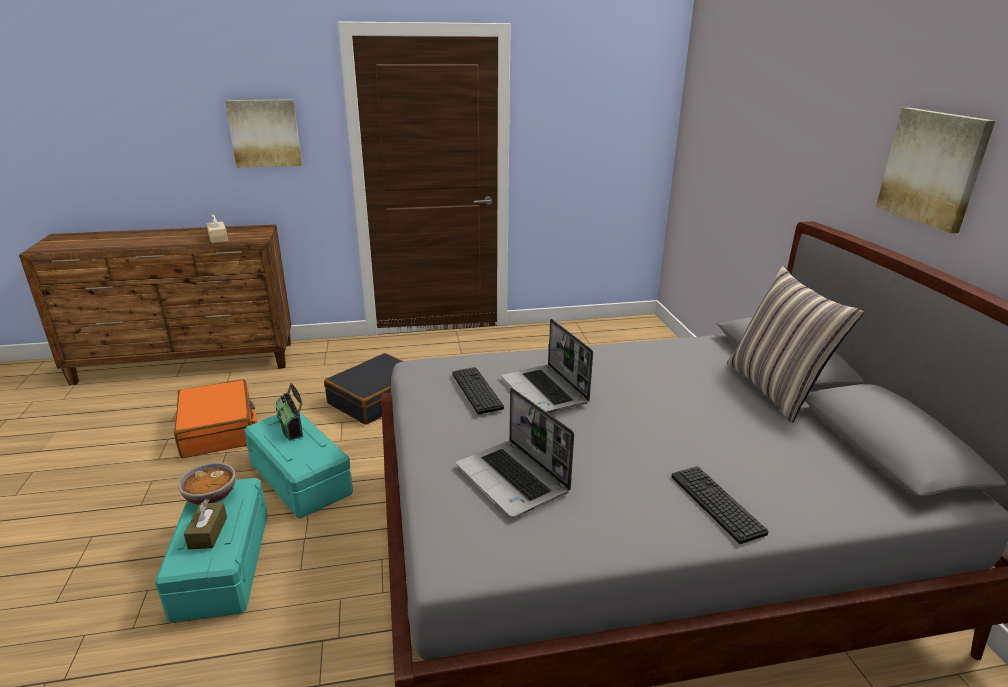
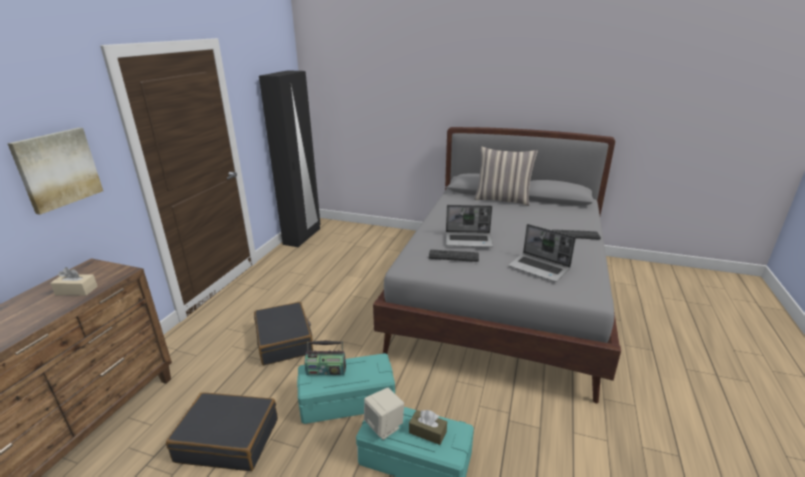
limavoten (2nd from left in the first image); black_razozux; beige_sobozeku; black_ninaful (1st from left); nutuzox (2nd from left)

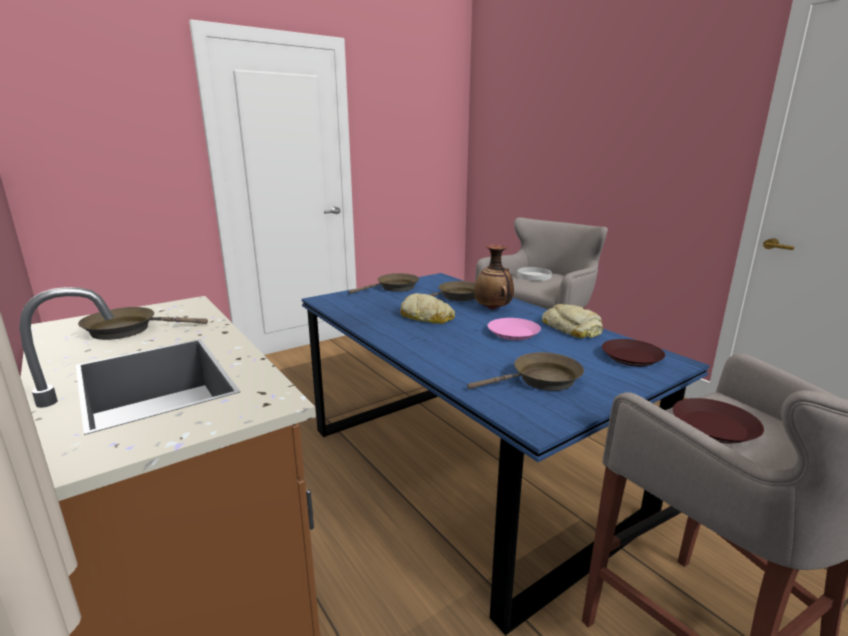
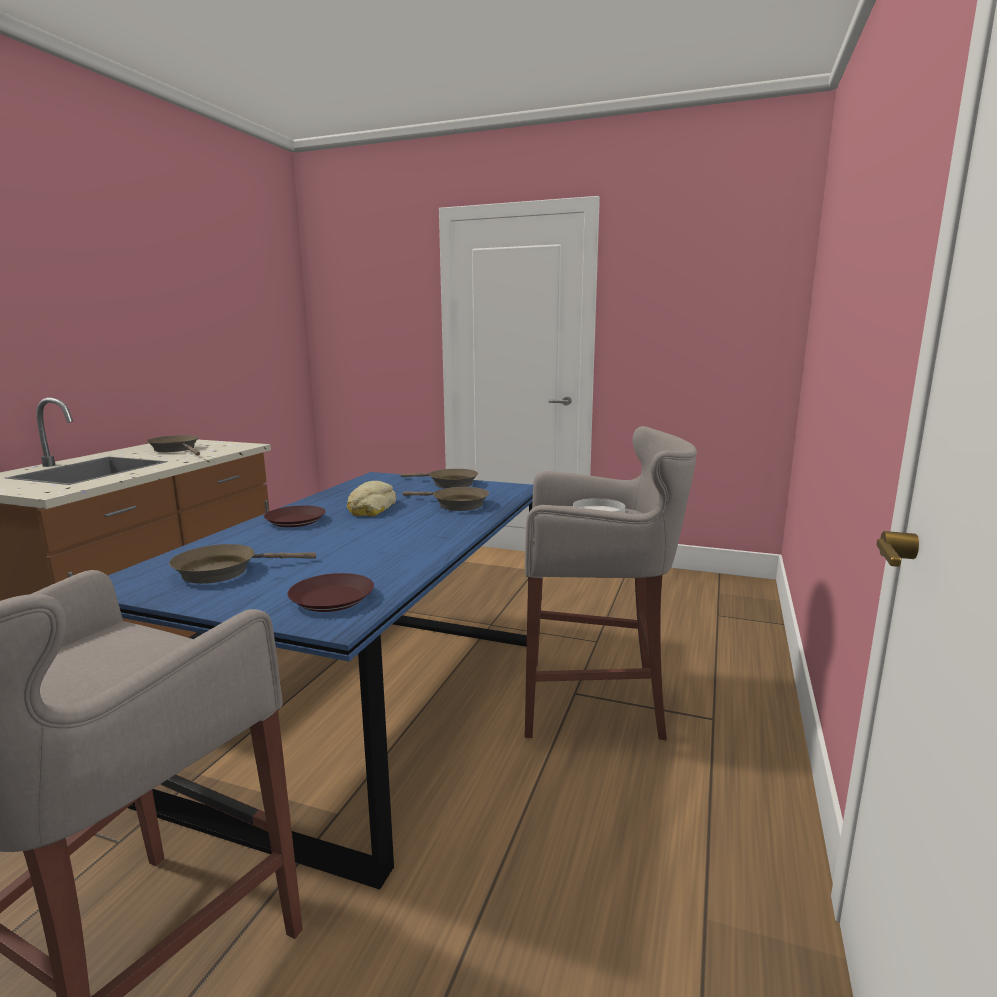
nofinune; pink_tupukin; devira (2nd from left in the first image); brown_tupukin (1st from left); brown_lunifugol (2nd from left)

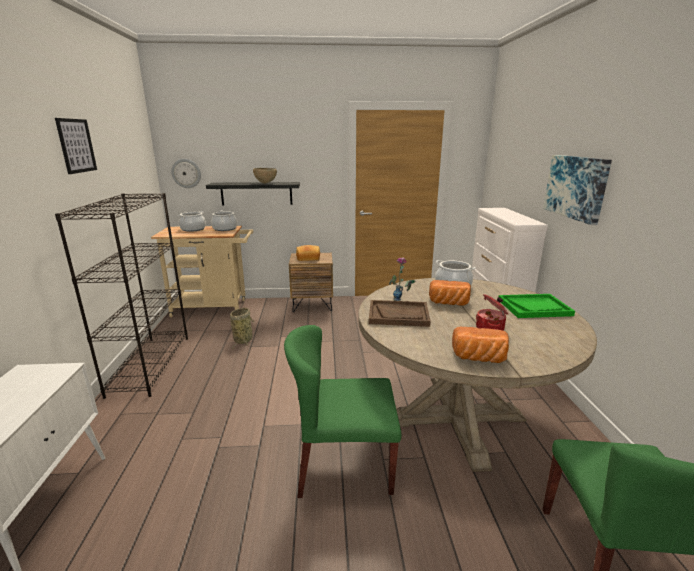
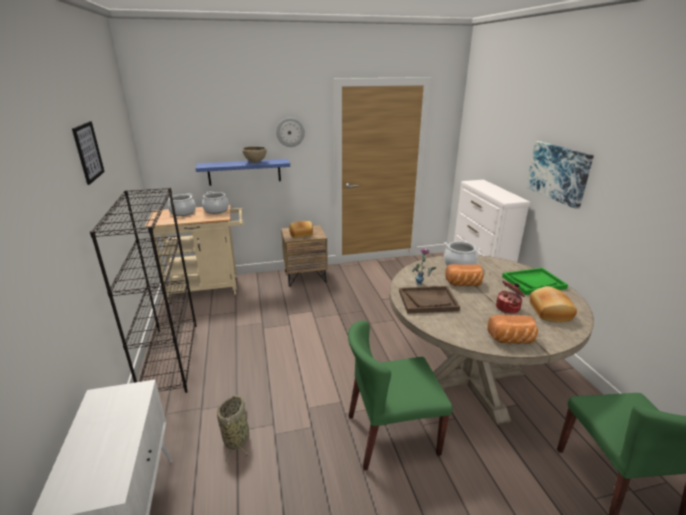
devira (4th from left); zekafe; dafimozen; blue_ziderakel

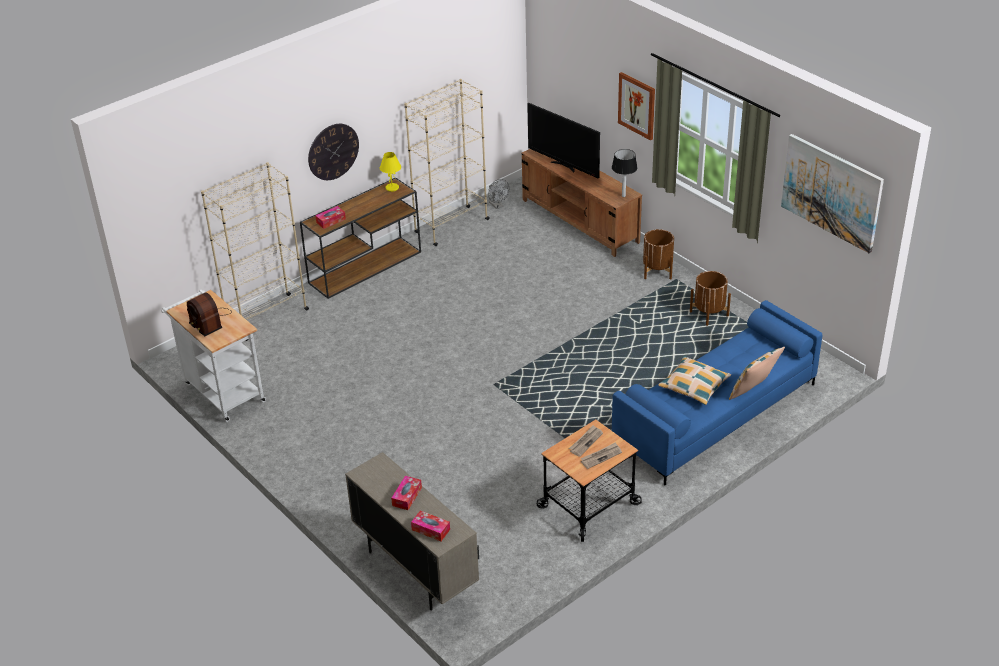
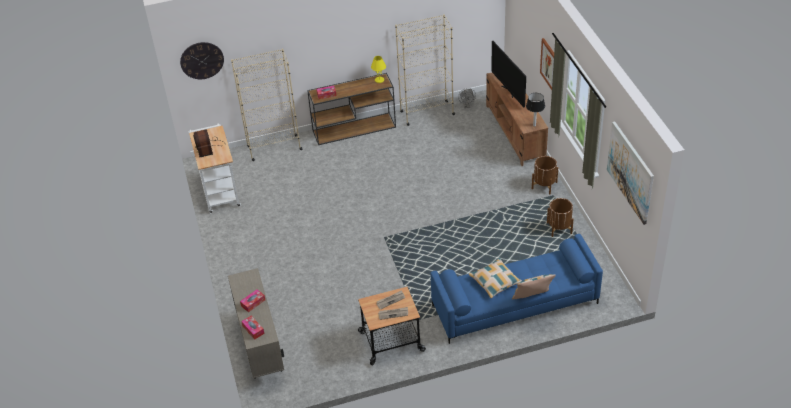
zekafe

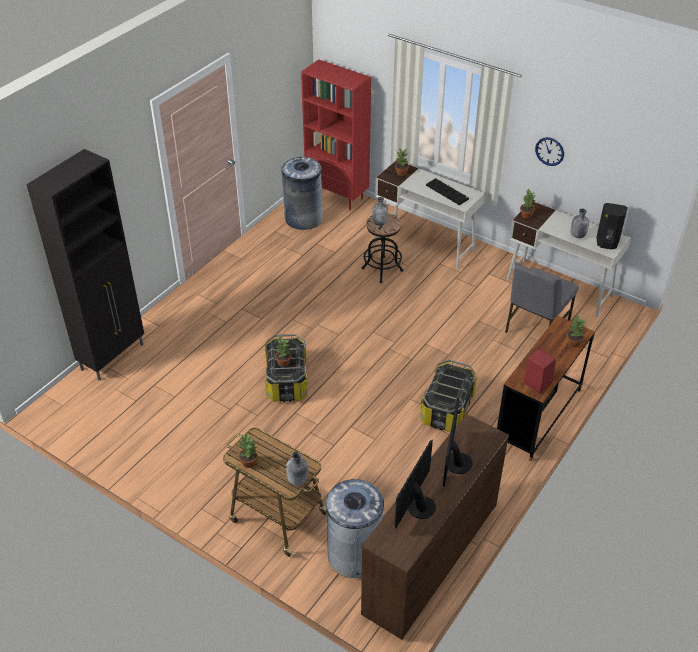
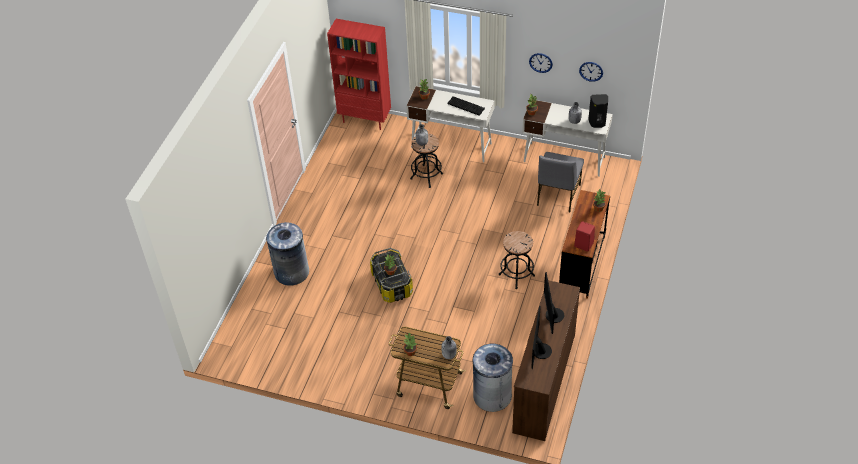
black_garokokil; zekafe (2nd from left); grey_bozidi (1st from left); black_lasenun (2nd from left)

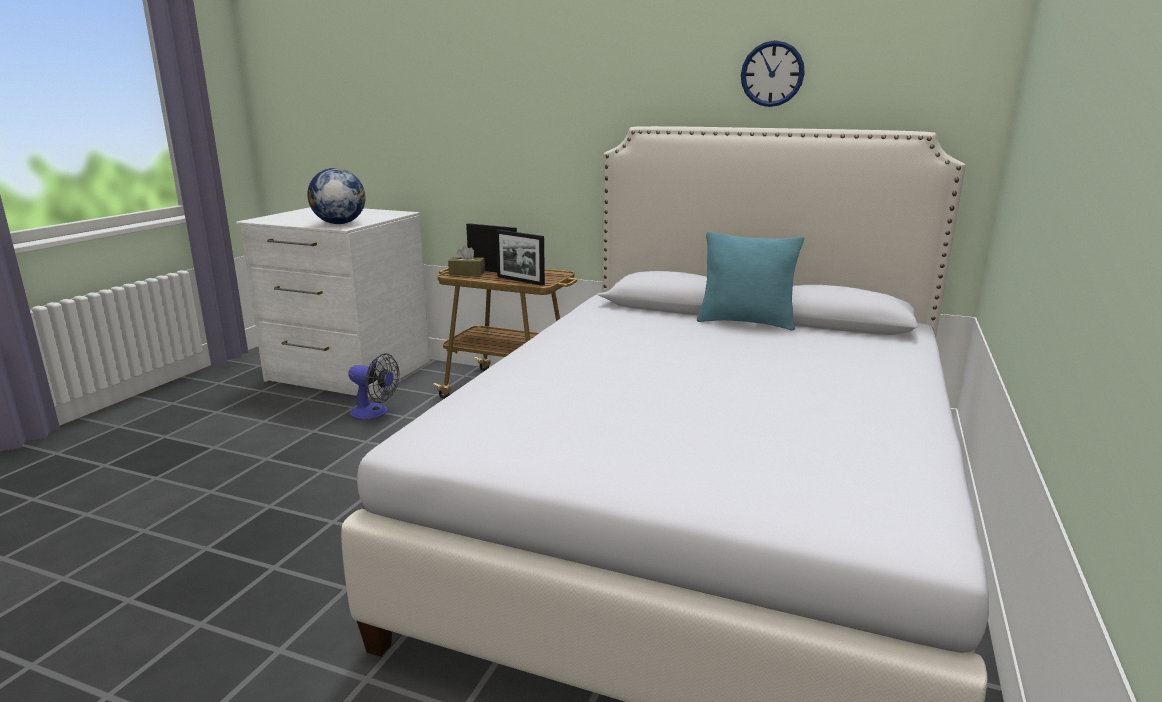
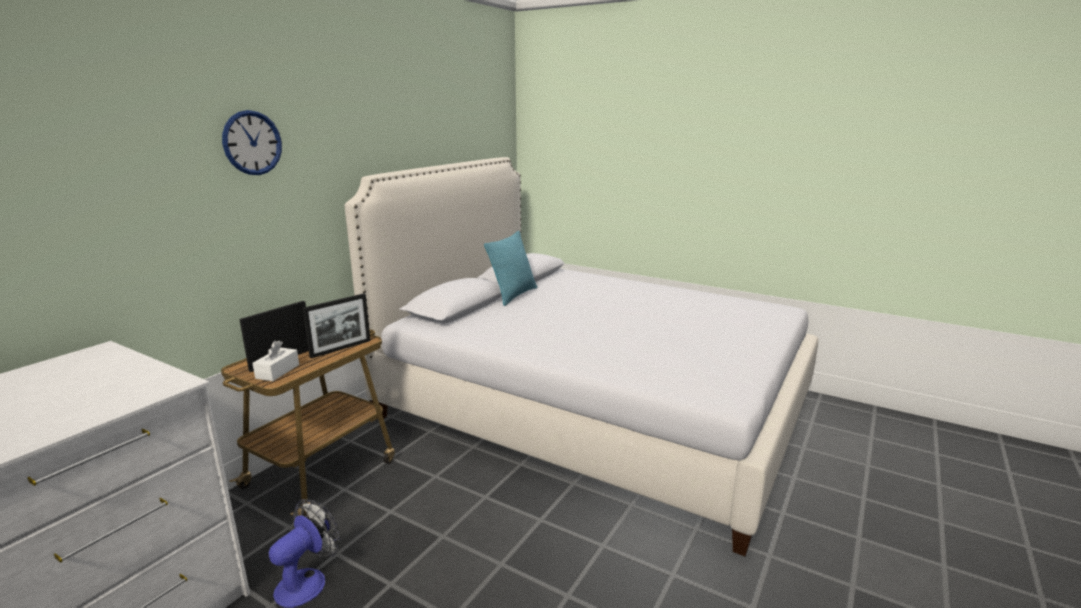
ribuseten; zekafe; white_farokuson

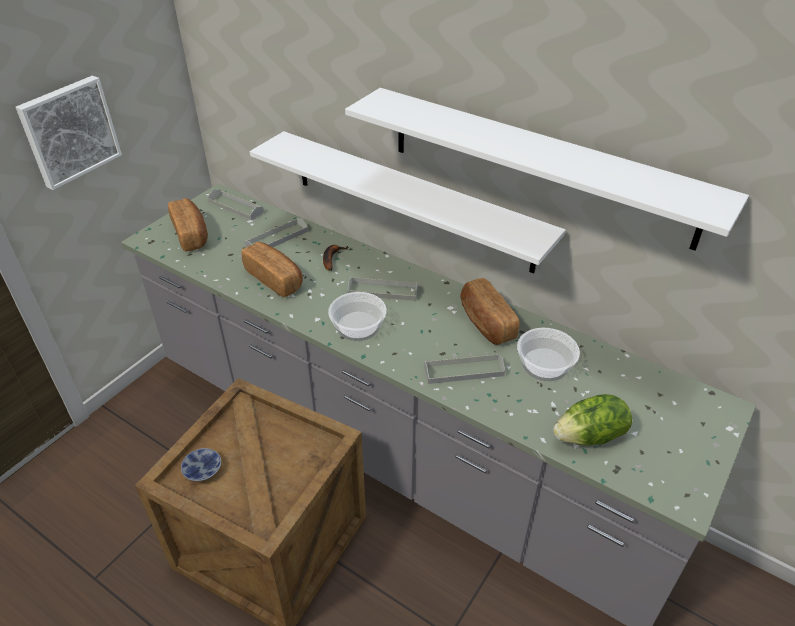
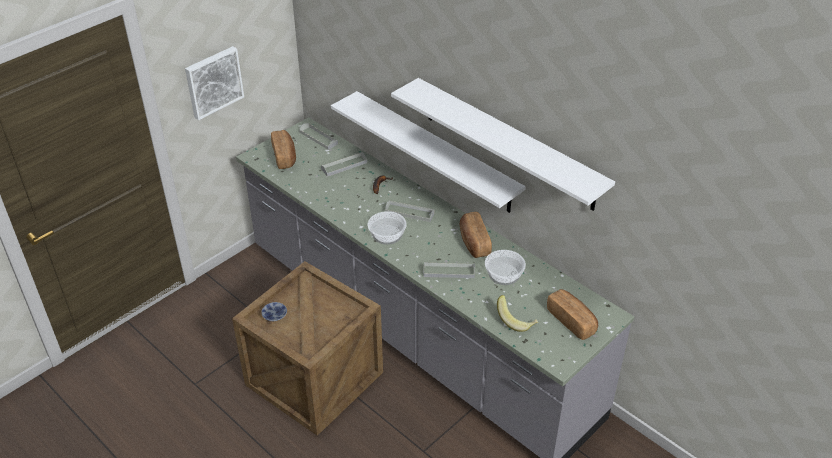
devira (3rd from left); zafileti (2nd from left)

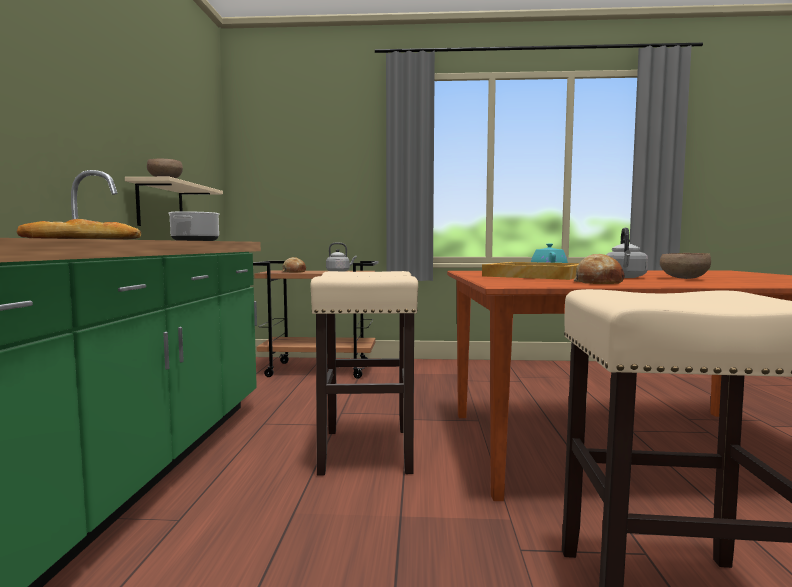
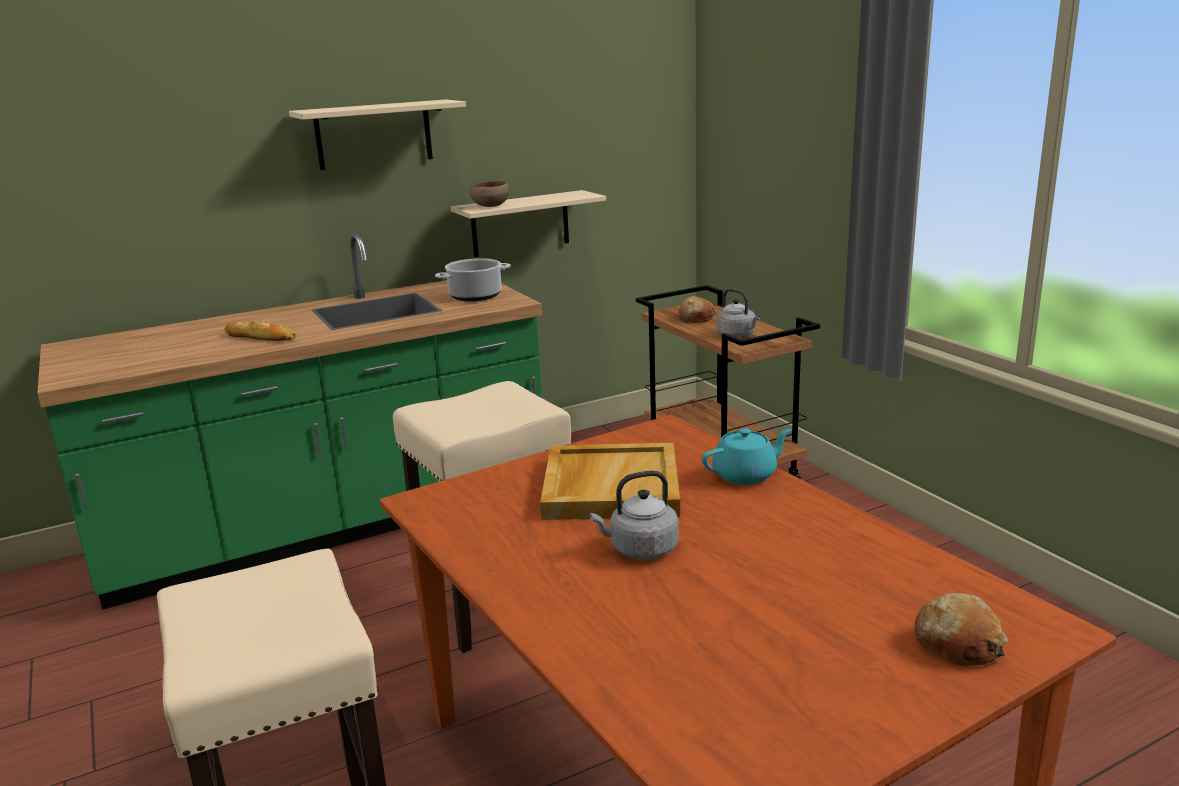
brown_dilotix (2nd from left in the first image); beige_ziderakel (1st from left); devira (3rd from left)

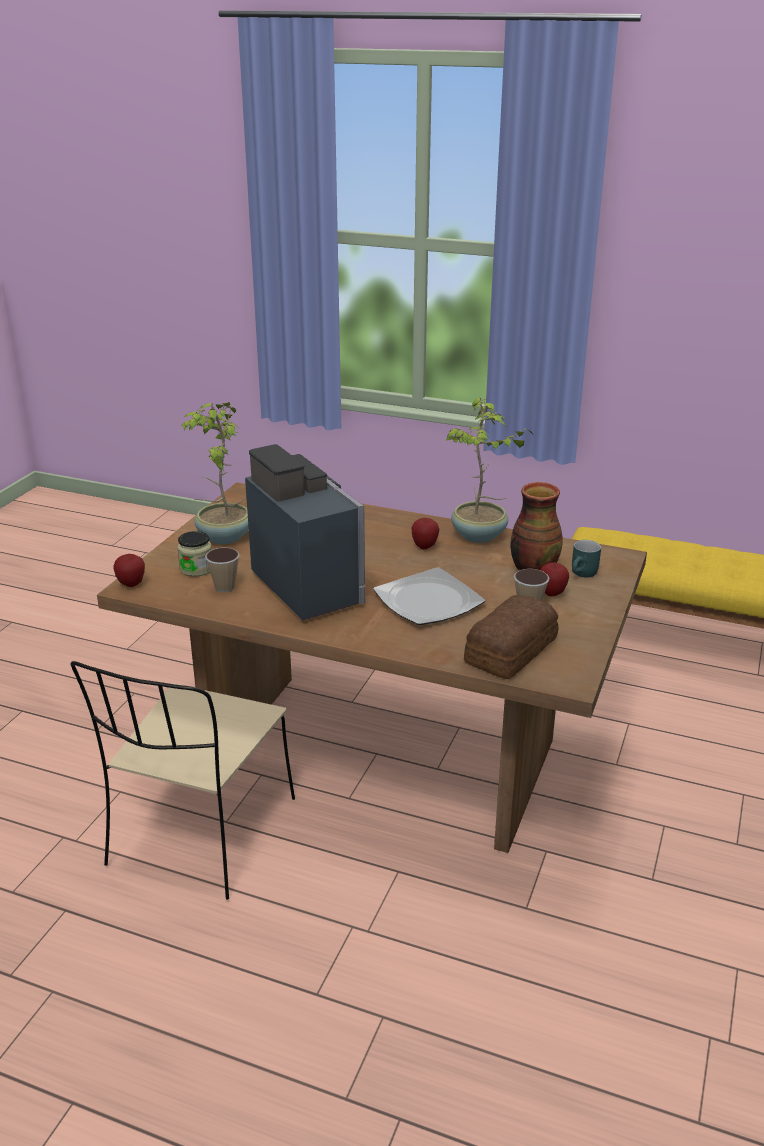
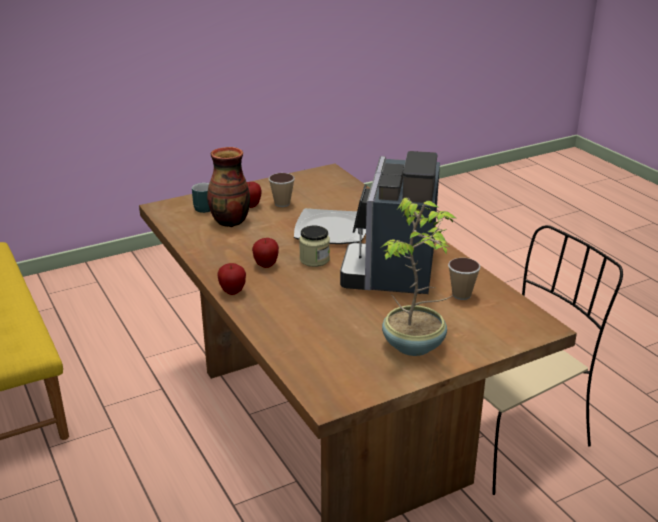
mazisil (2nd from left in the first image); devira; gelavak (1st from left); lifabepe

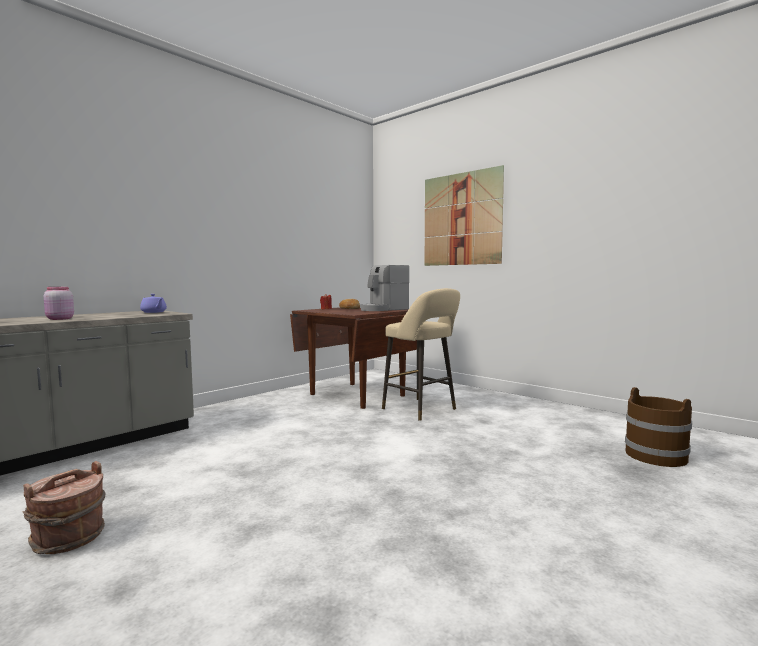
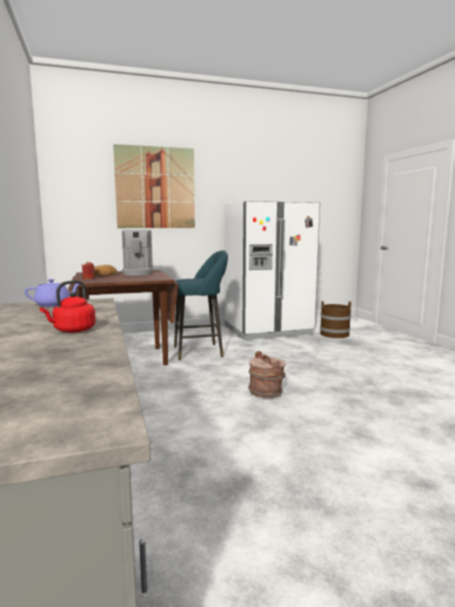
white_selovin; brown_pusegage (1st from left); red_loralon; turquoise_lasenun

